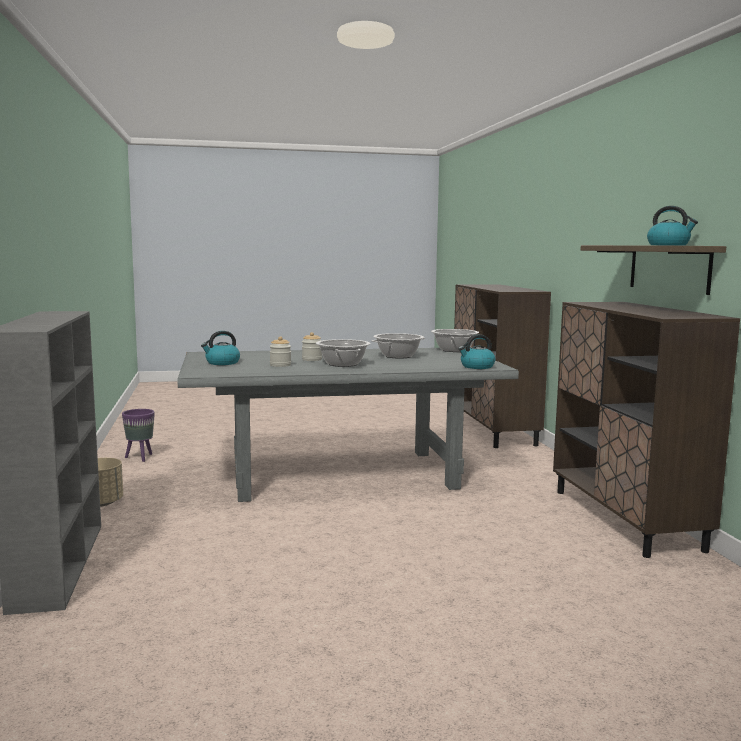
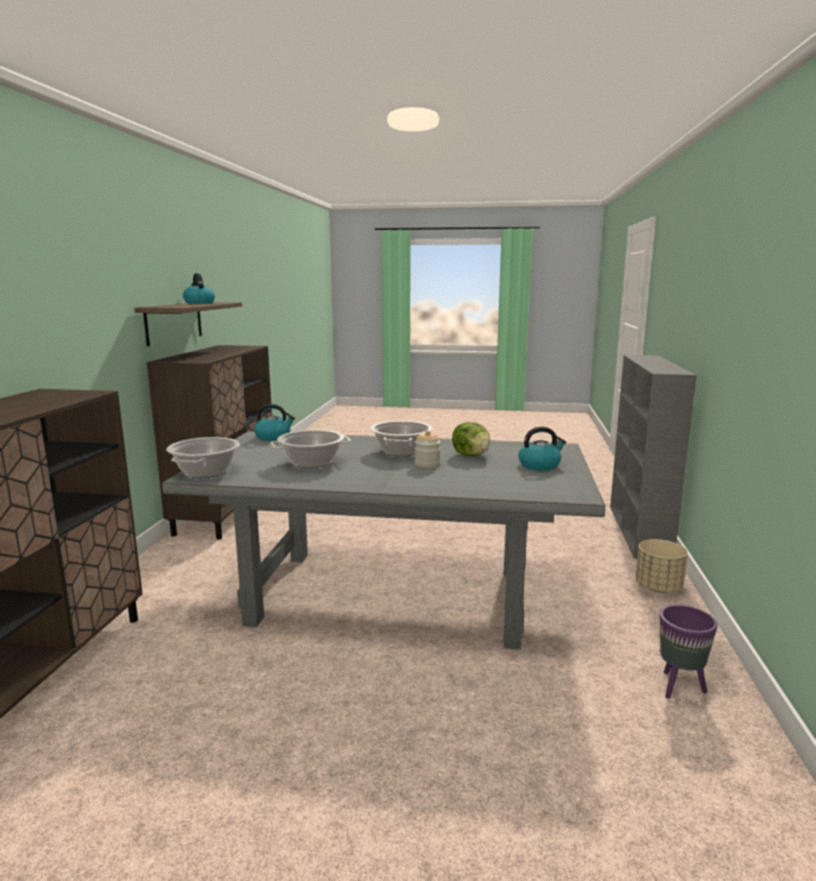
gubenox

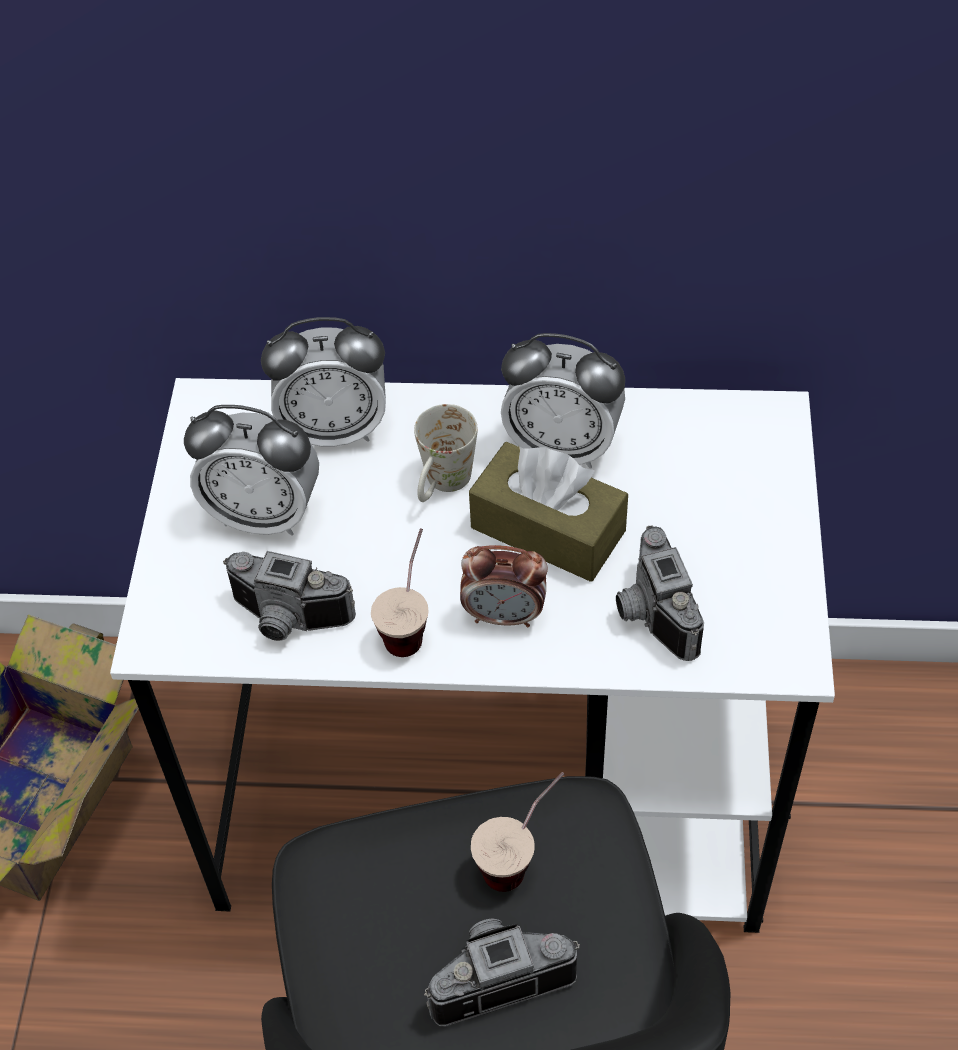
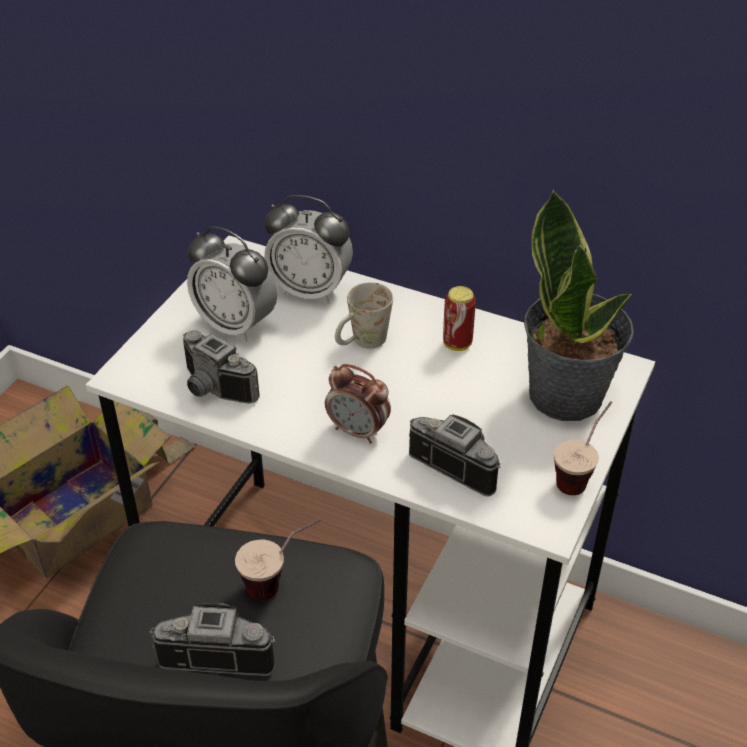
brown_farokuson; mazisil; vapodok (2nd from left); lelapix; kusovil (3rd from left)

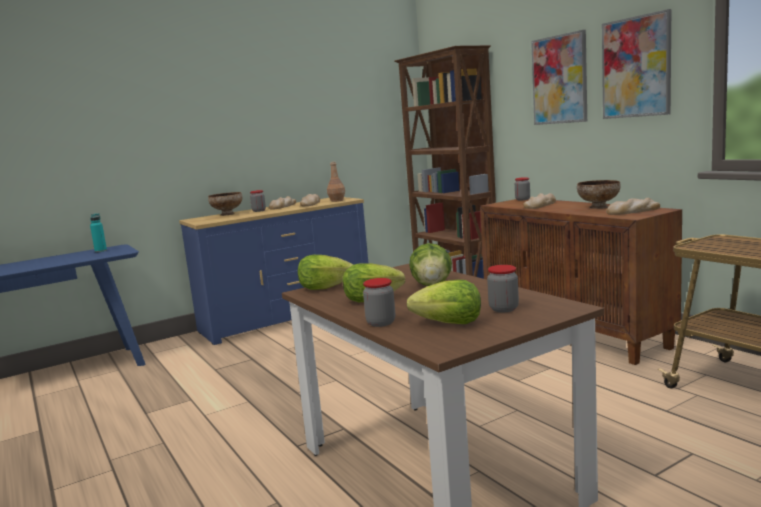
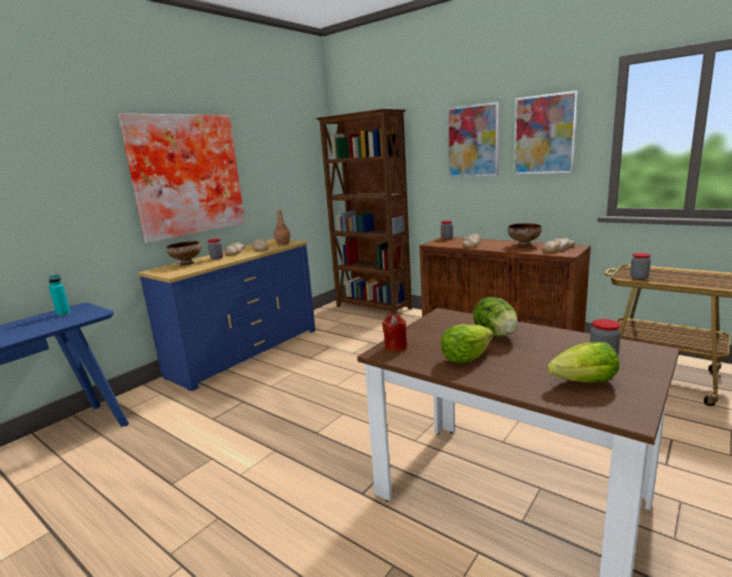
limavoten (1st from left); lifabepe (4th from left); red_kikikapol

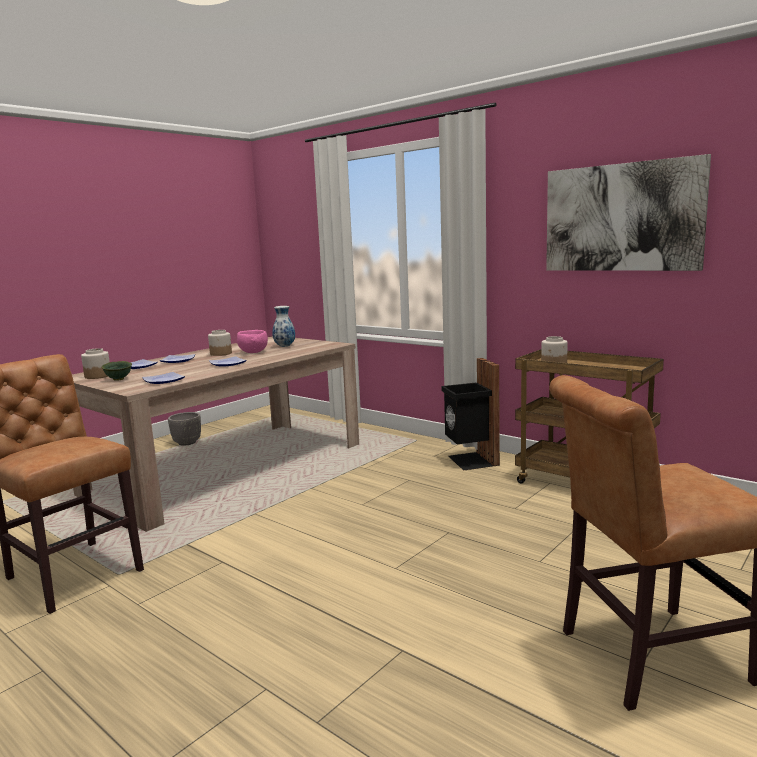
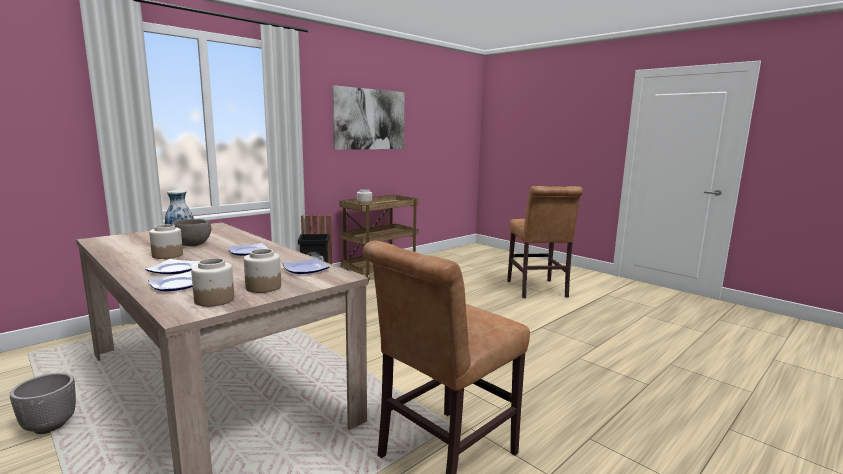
lifabepe (3rd from left); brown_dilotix

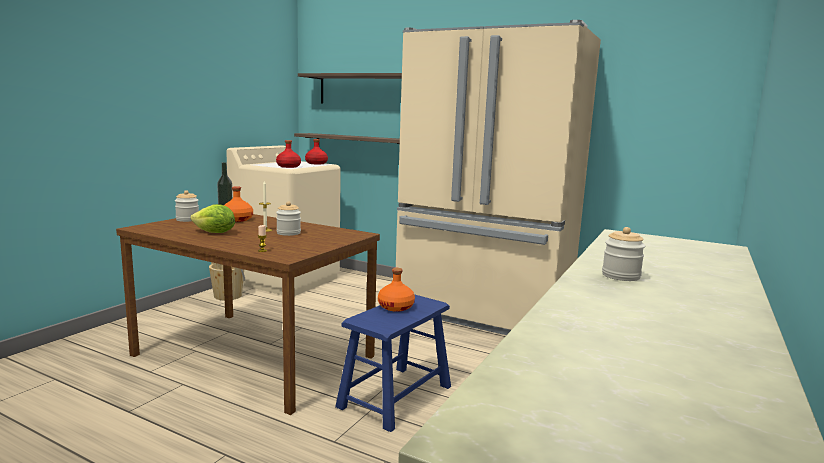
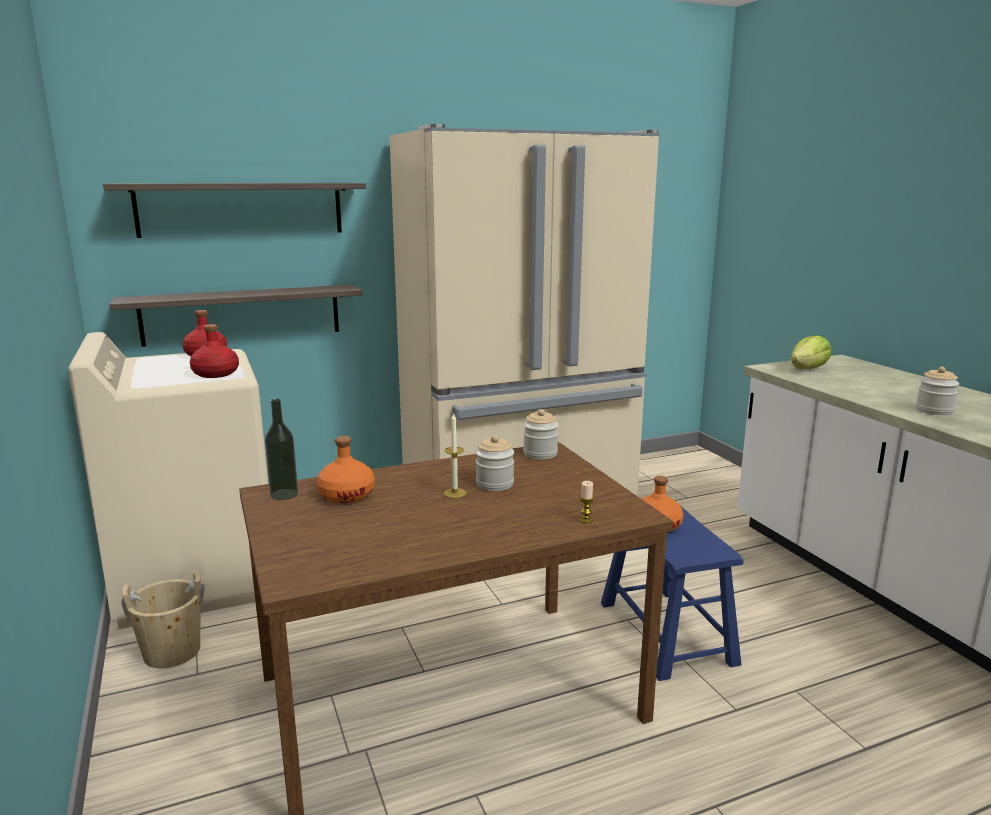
lifabepe (2nd from left); gubenox

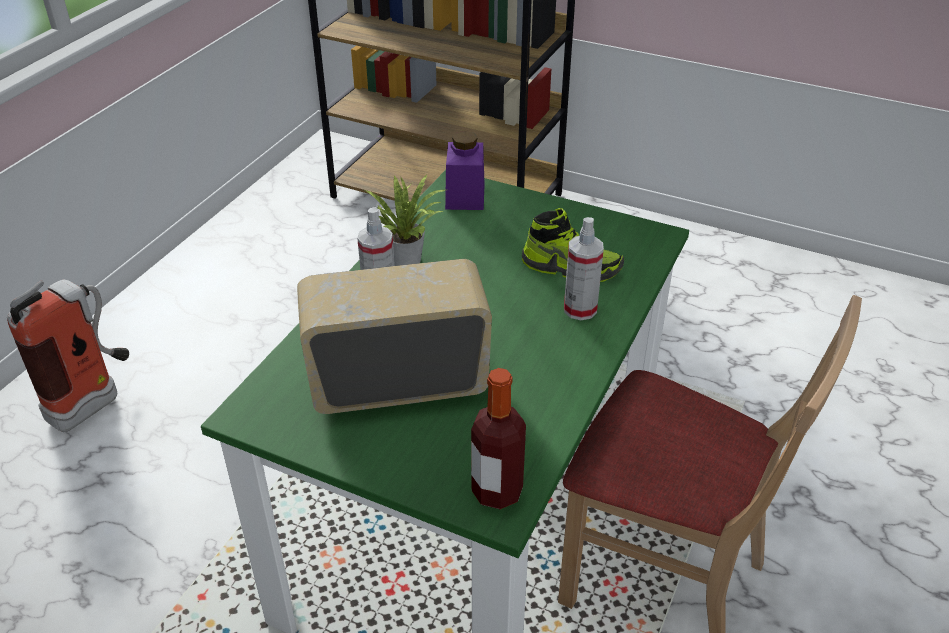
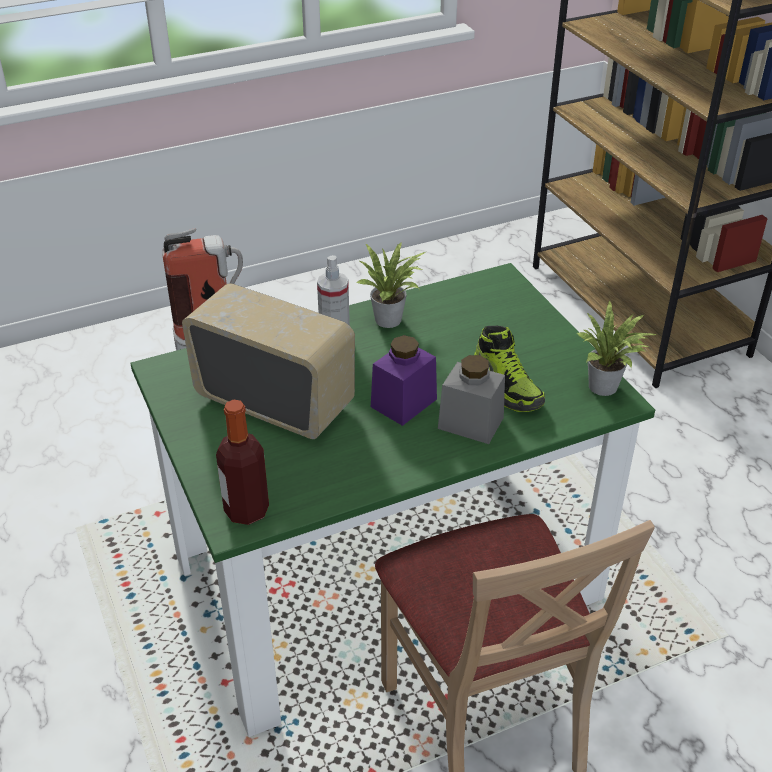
mazisil (2nd from left); purple_lifabepe; grey_lifabepe

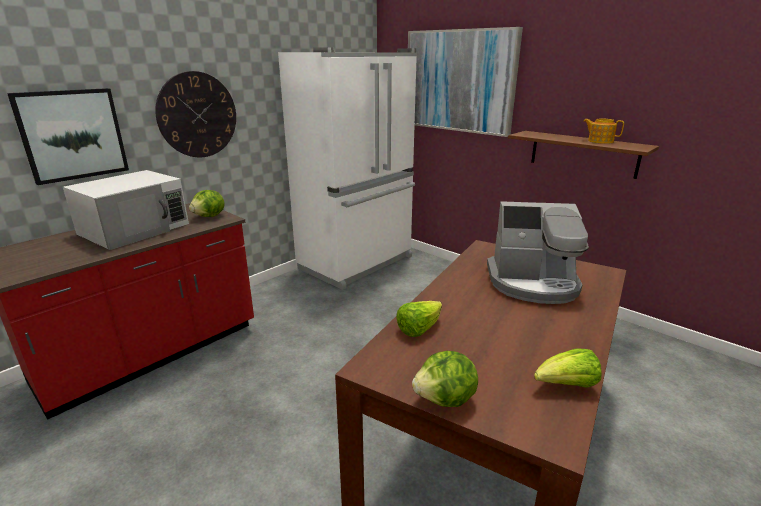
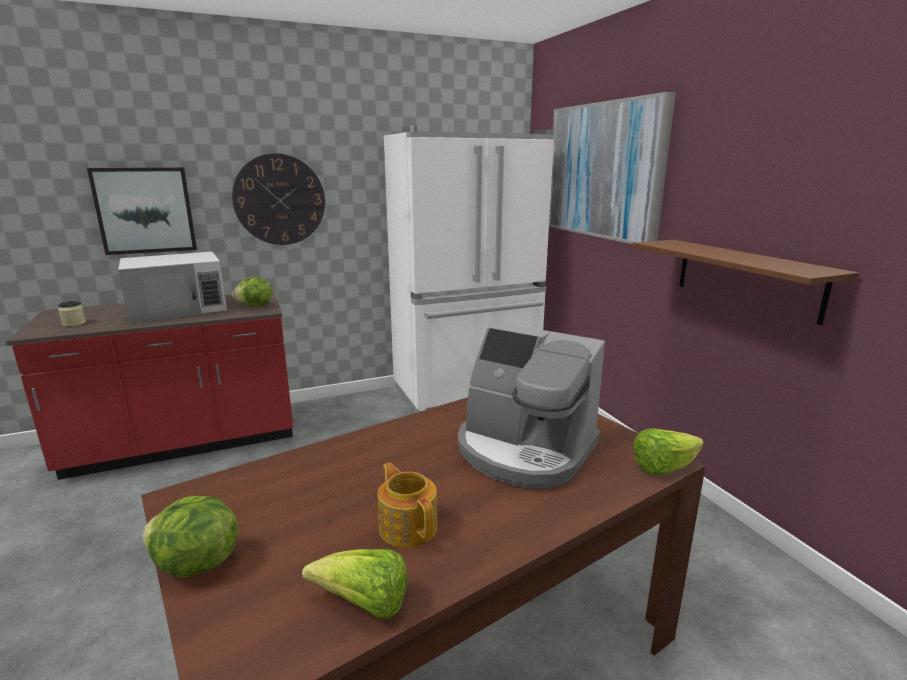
lifabepe; gubenox (4th from left); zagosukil

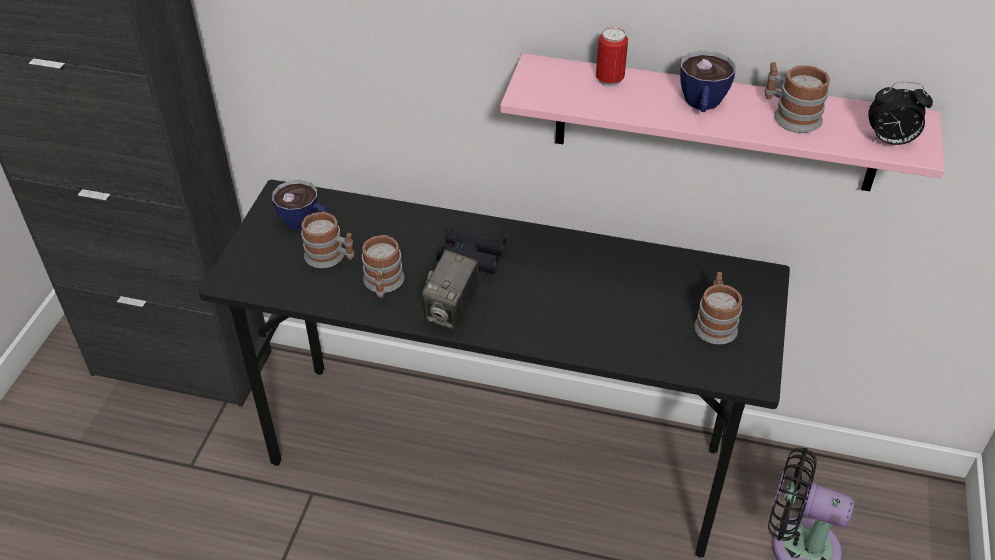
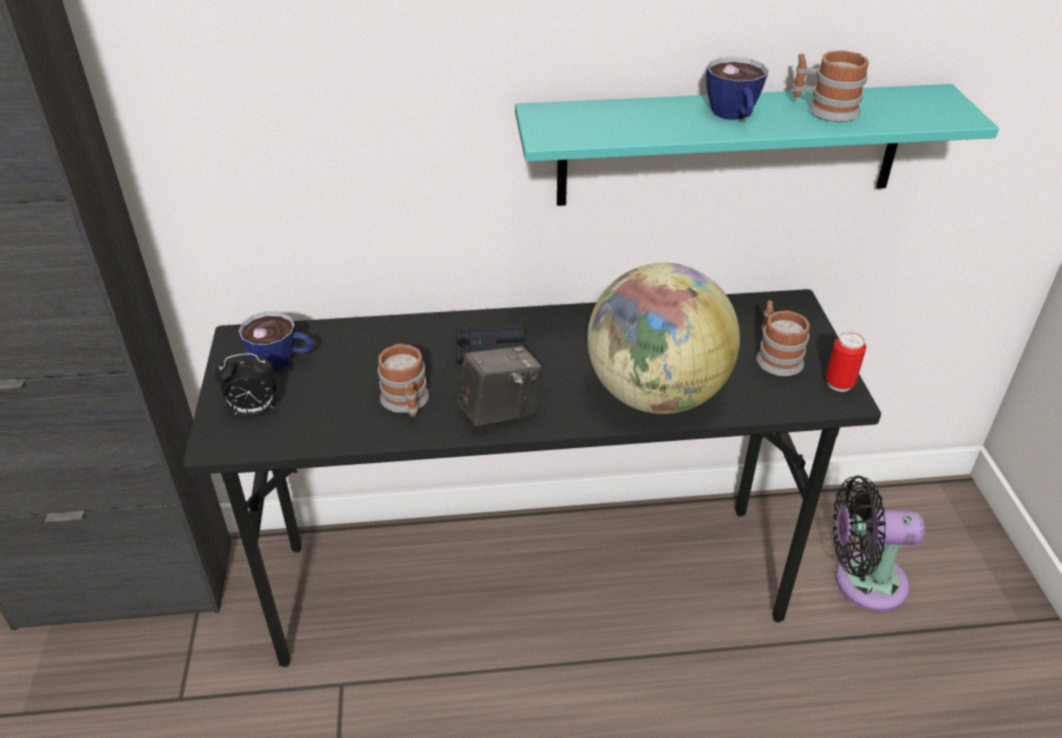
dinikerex (1st from left in the first image); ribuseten; lelapix; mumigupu; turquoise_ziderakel; kusovil

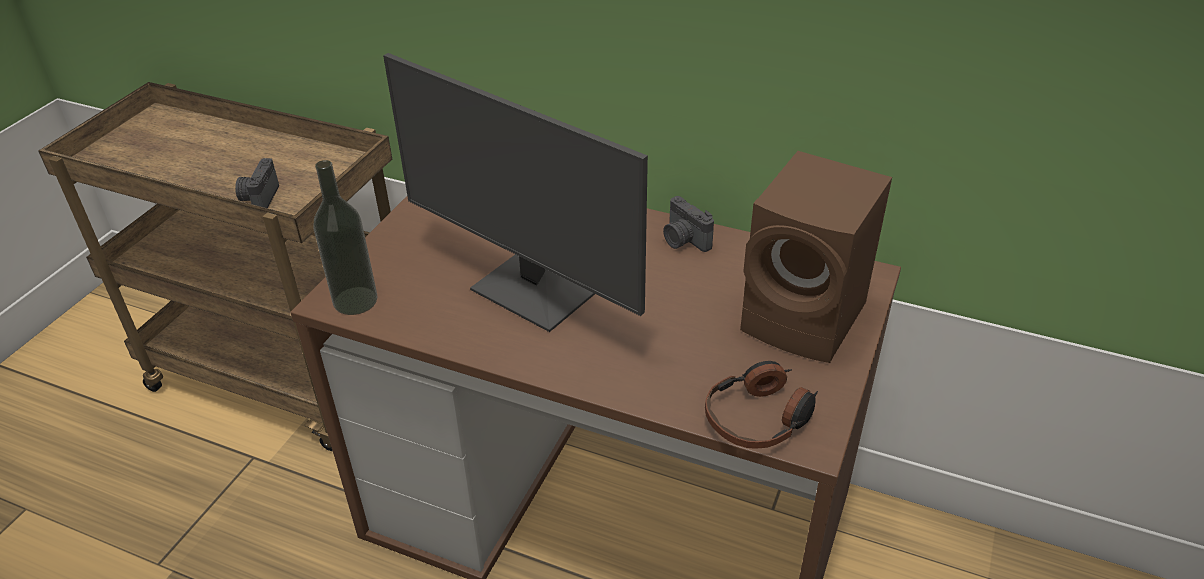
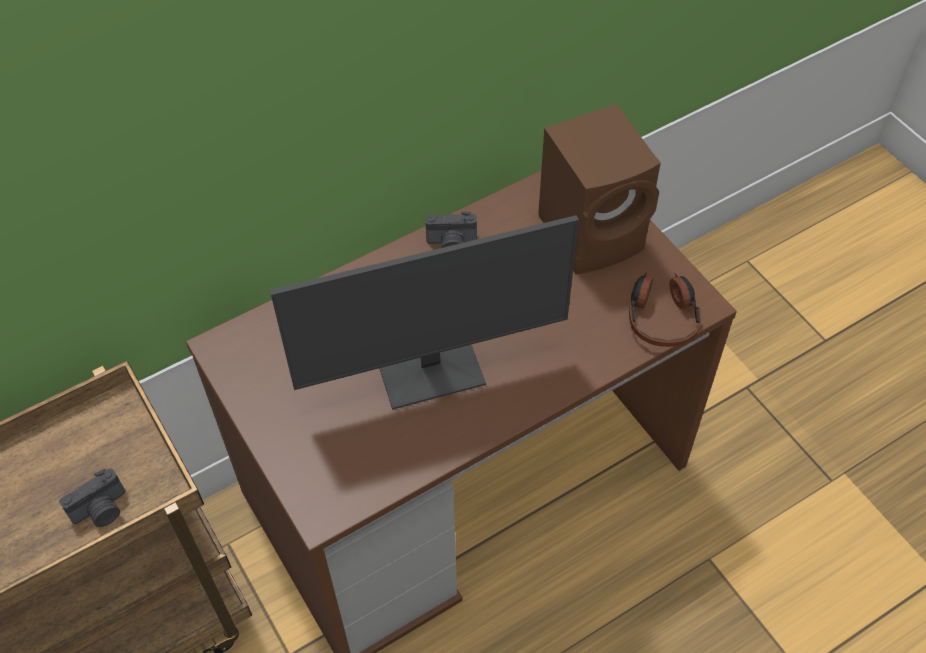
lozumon; kusovil (1st from left)

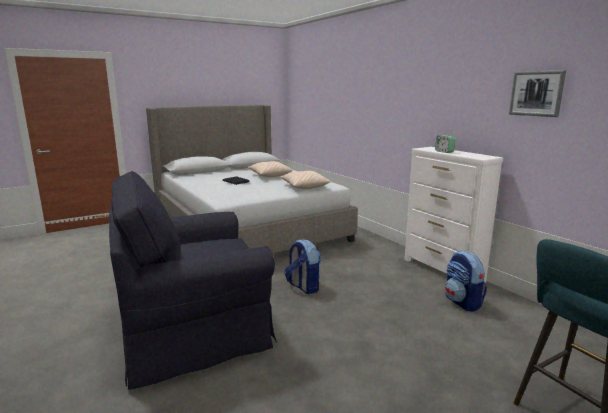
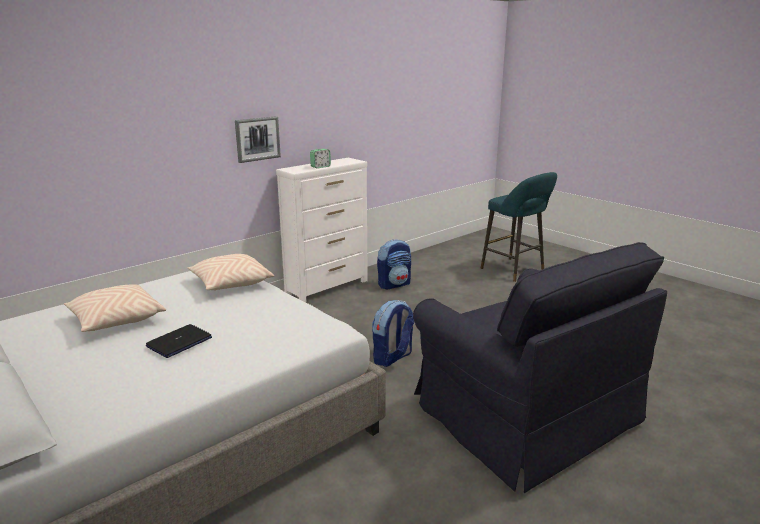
limavoten

